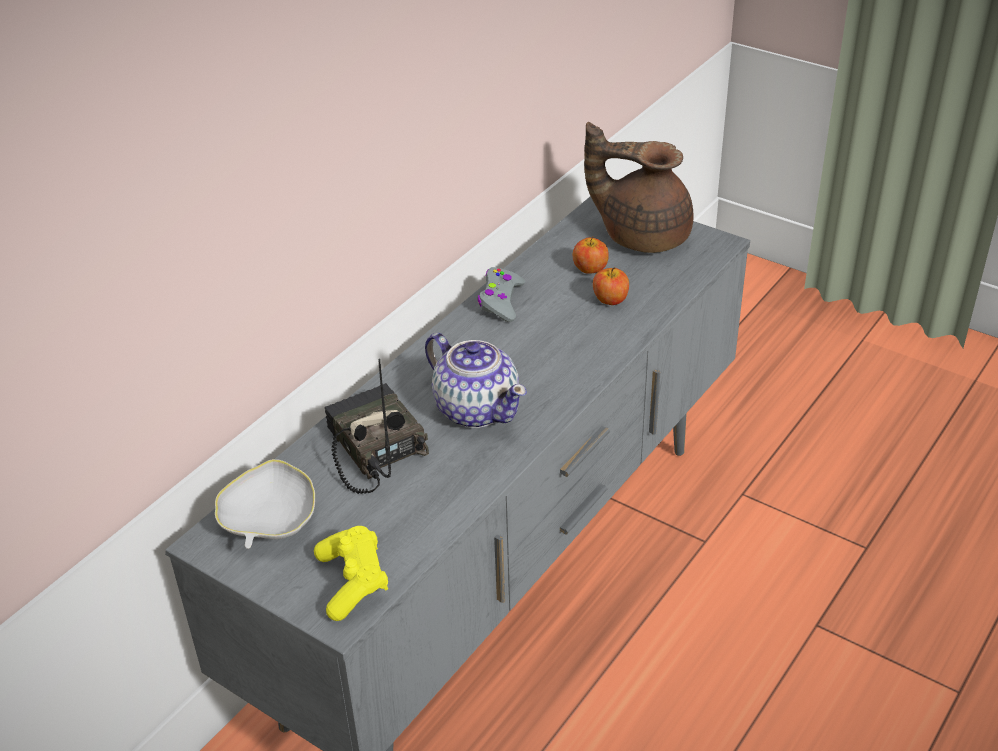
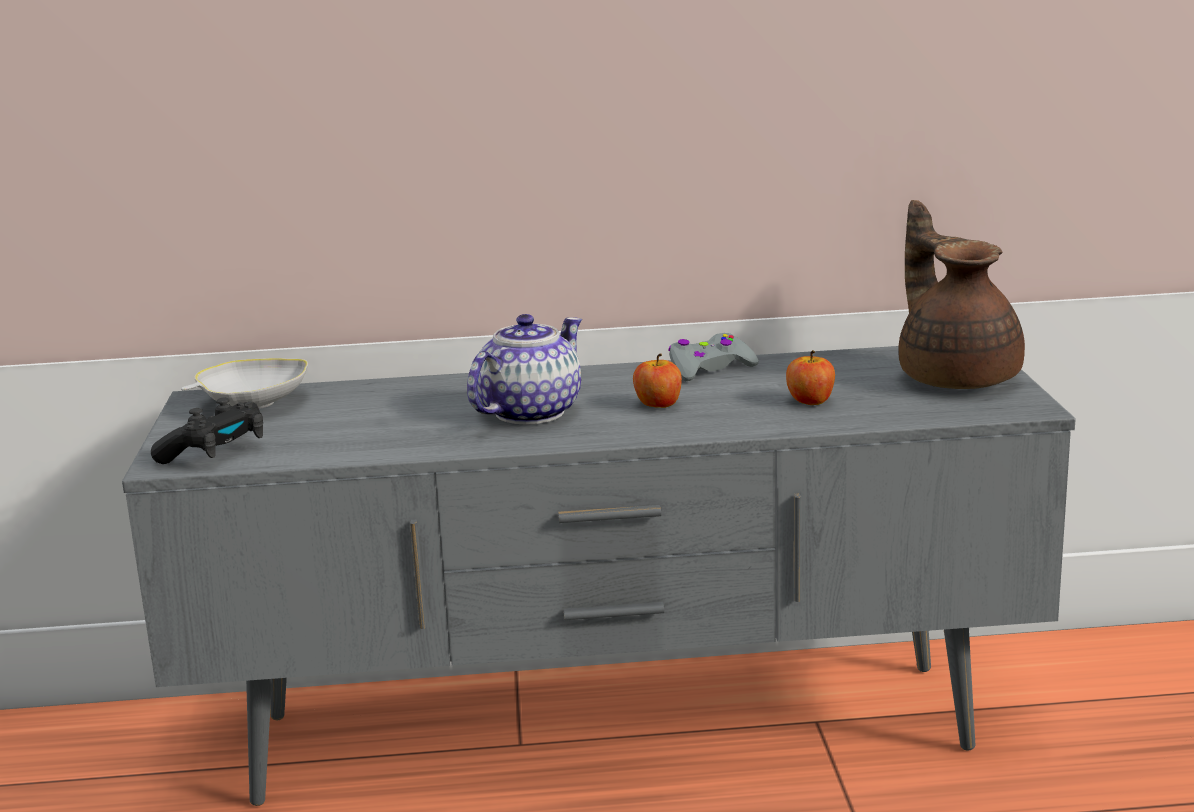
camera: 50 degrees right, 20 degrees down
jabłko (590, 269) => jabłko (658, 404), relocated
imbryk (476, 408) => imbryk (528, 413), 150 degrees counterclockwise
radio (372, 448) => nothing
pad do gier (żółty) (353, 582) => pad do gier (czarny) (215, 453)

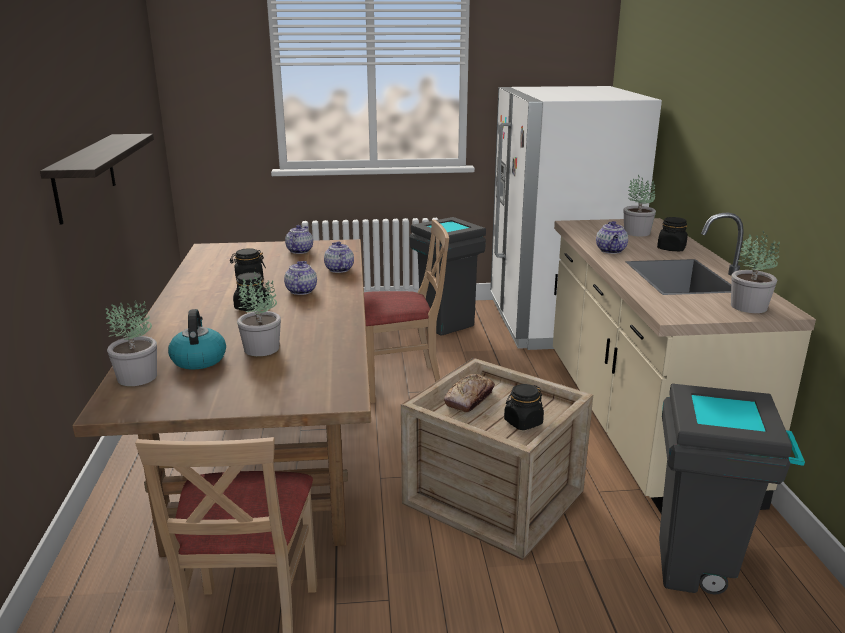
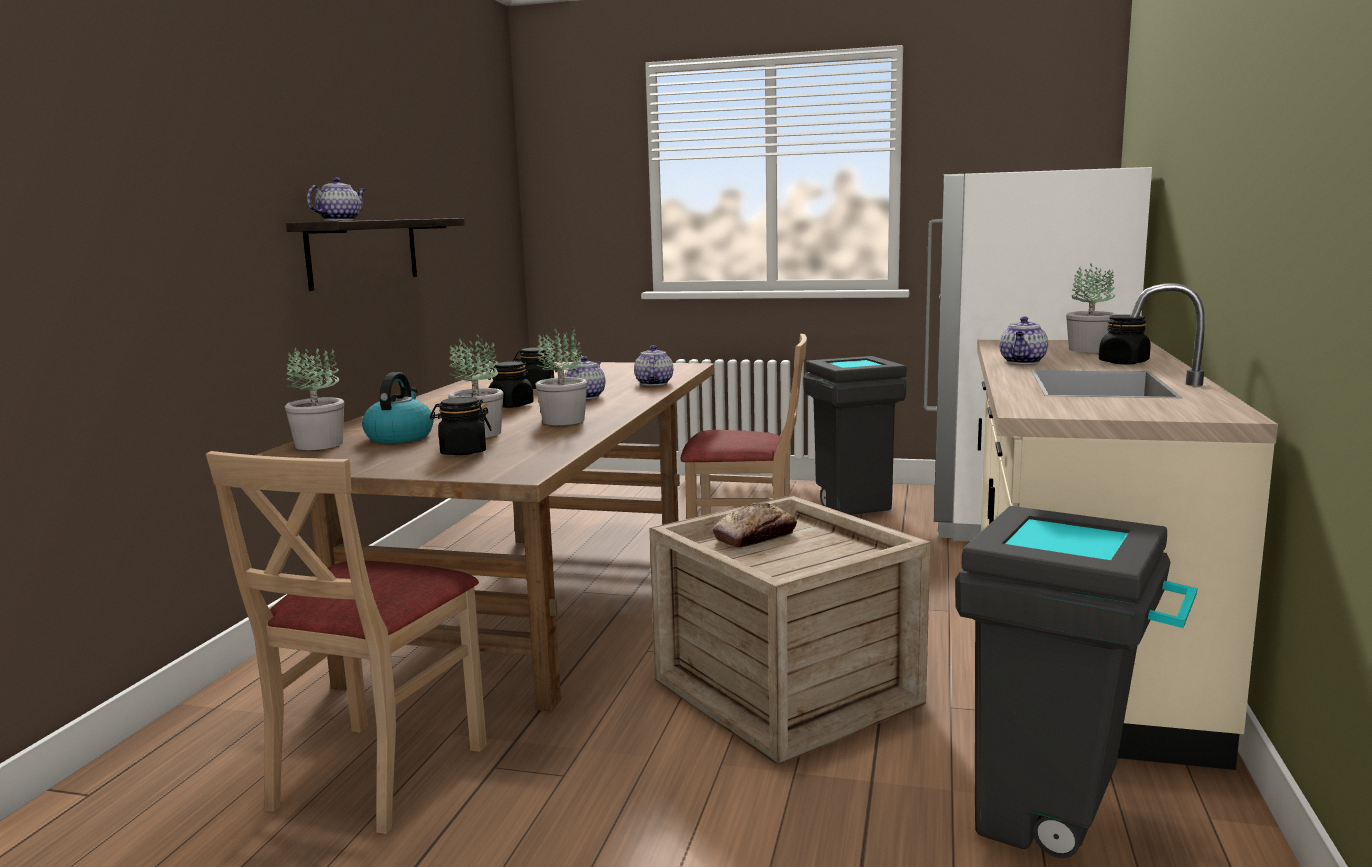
camera: 20 degrees right, 10 degrees down
imbryk (299, 251) => imbryk (340, 220), relocated
roślina doniczkowa (748, 306) => roślina doniczkowa (563, 420), relocated
słoik (czarny) (523, 422) => słoik (czarny) (463, 452), relocated

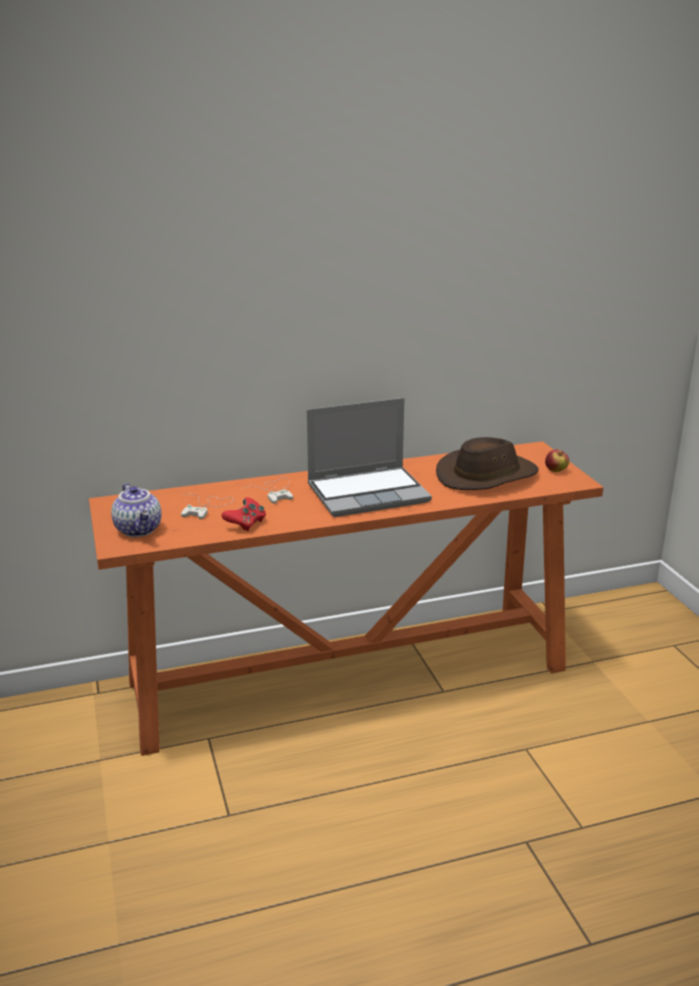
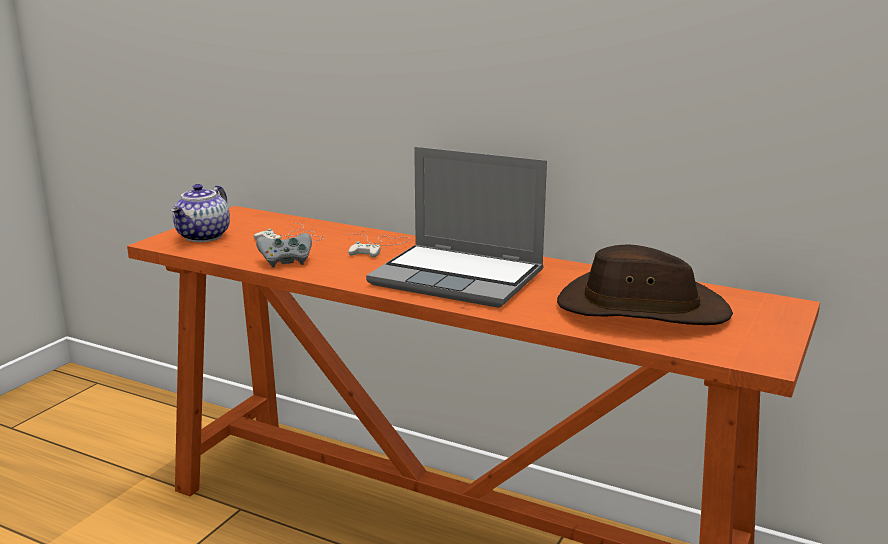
camera: 45 degrees right, 5 degrees down
jabłko (556, 471) => nothing
pad do gier (czerwony) (246, 524) => pad do gier (szary) (286, 262)

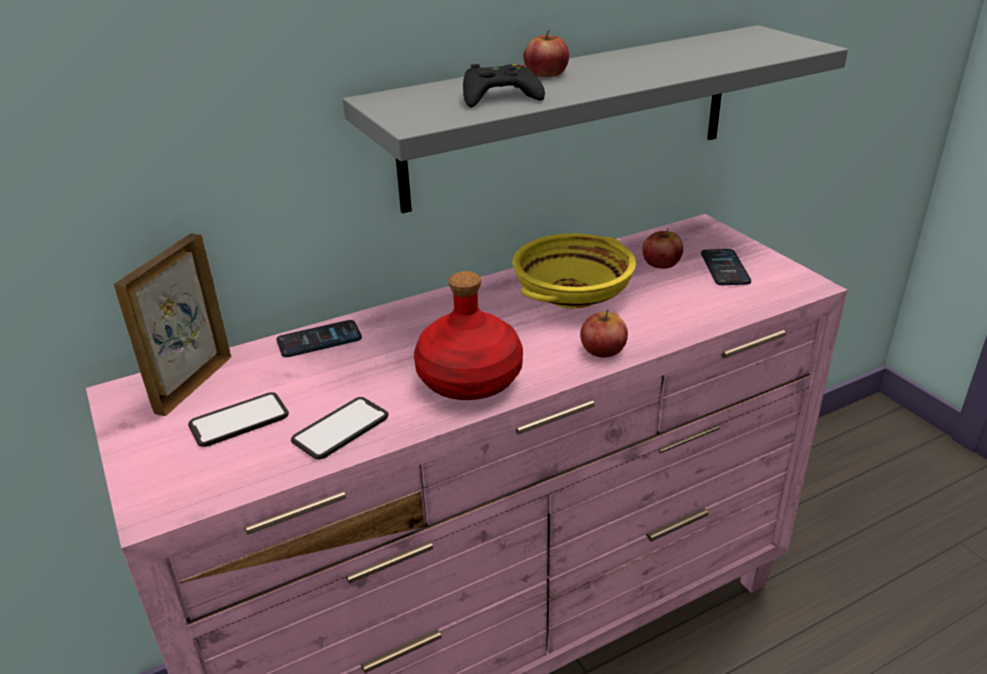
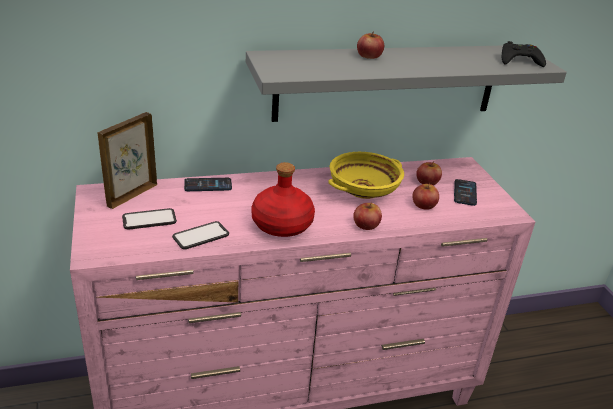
camera: 10 degrees right, 0 degrees up
pad do gier (czarny) (499, 96) => pad do gier (czarny) (519, 60), relocated
nothing => jabłko (424, 204)

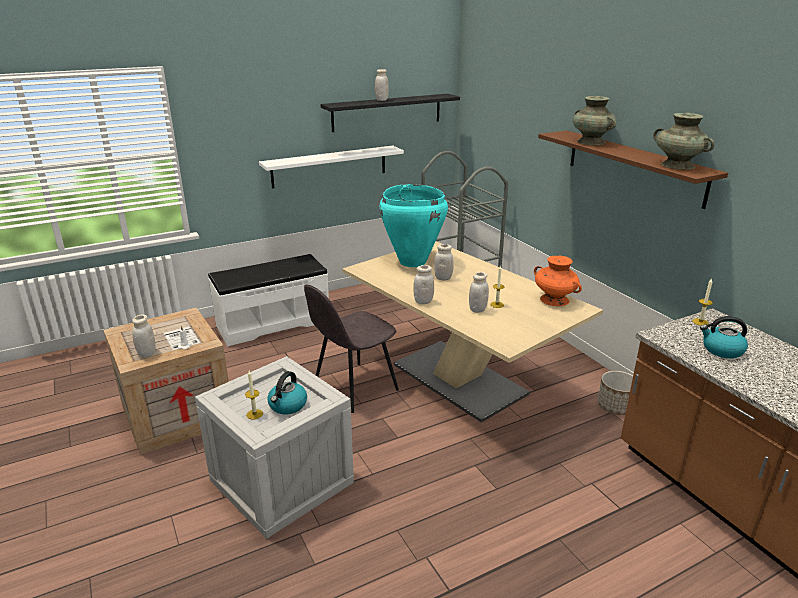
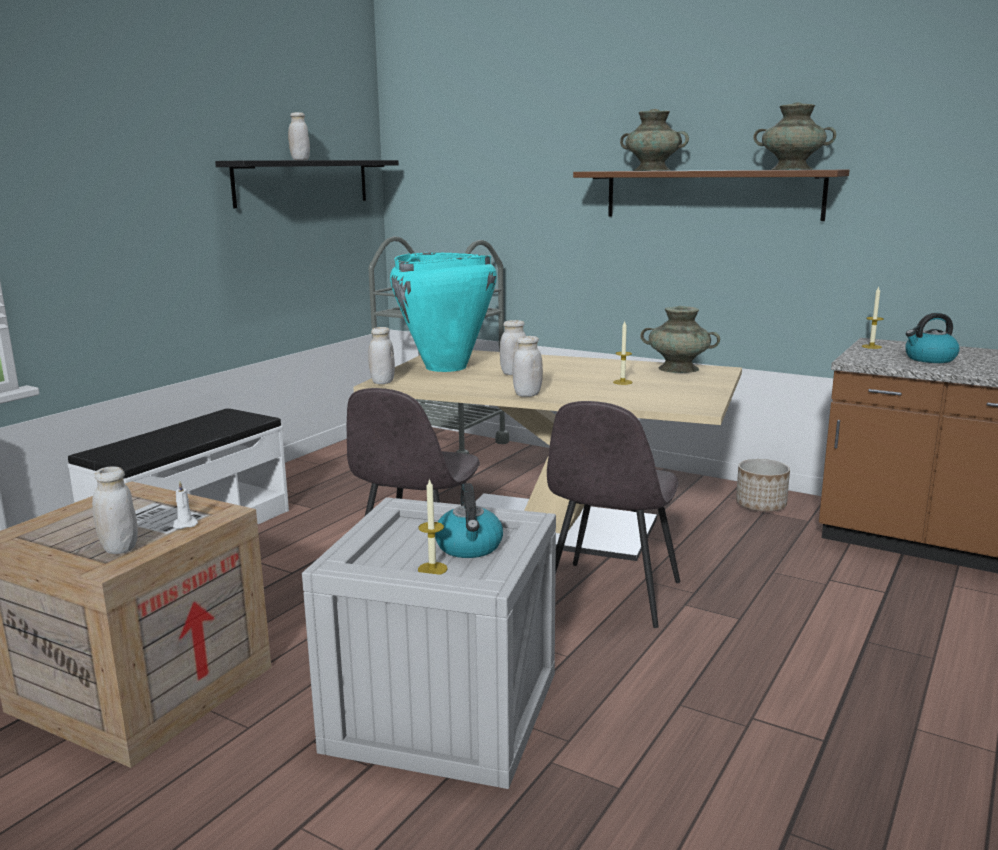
camera: 30 degrees left, 10 degrees down
półka (biały) (329, 166) => nothing
wazon (pomarańczowy) (554, 300) => wazon (turkusowy) (678, 368)
słoik (biały) (477, 309) => słoik (biały) (382, 382), relocated
nothing => krzesło (szary) (610, 596)

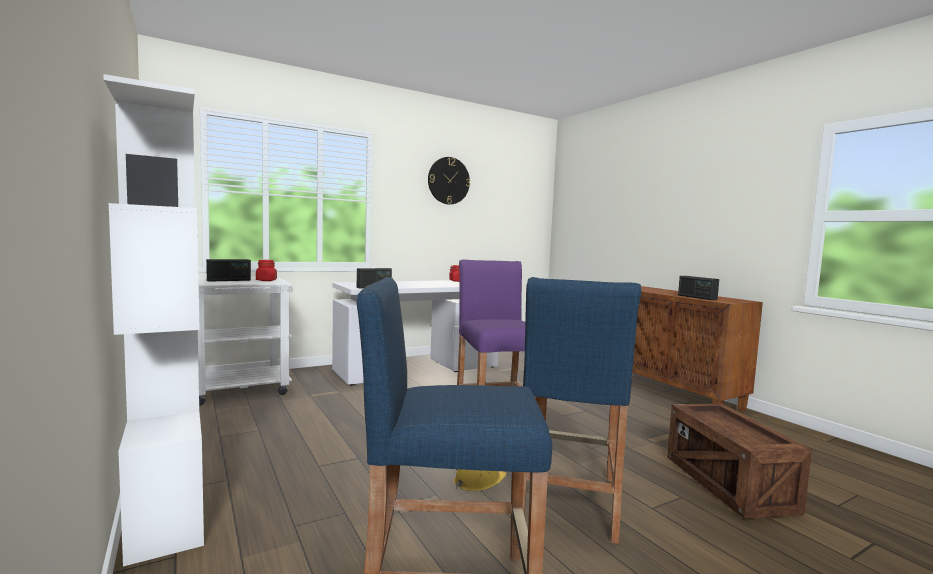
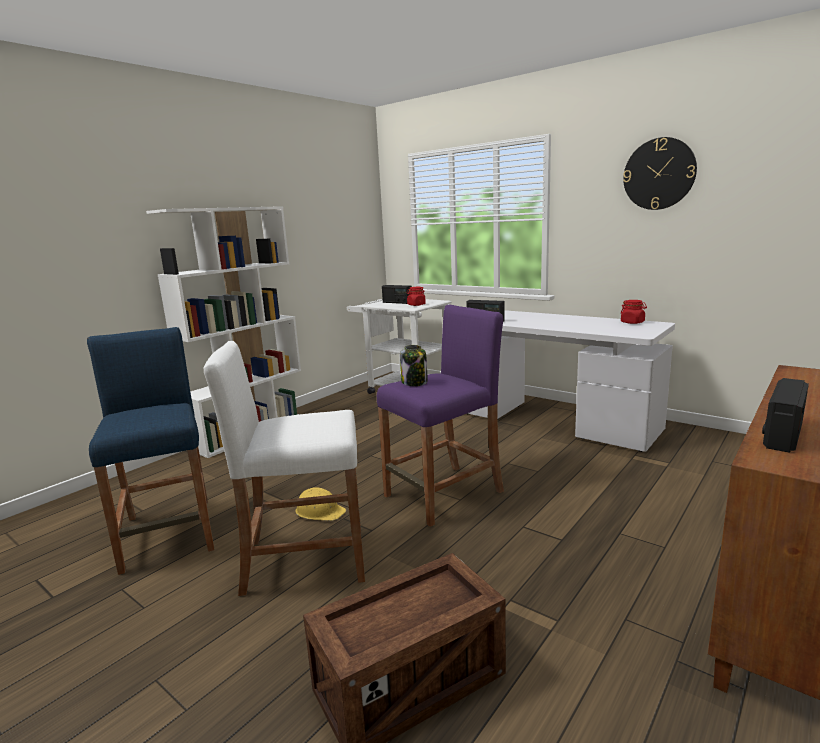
camera: 70 degrees right, 10 degrees up
stołek (niebieski) (567, 500) => stołek (biały) (305, 559)
nothing => słoik (414, 382)

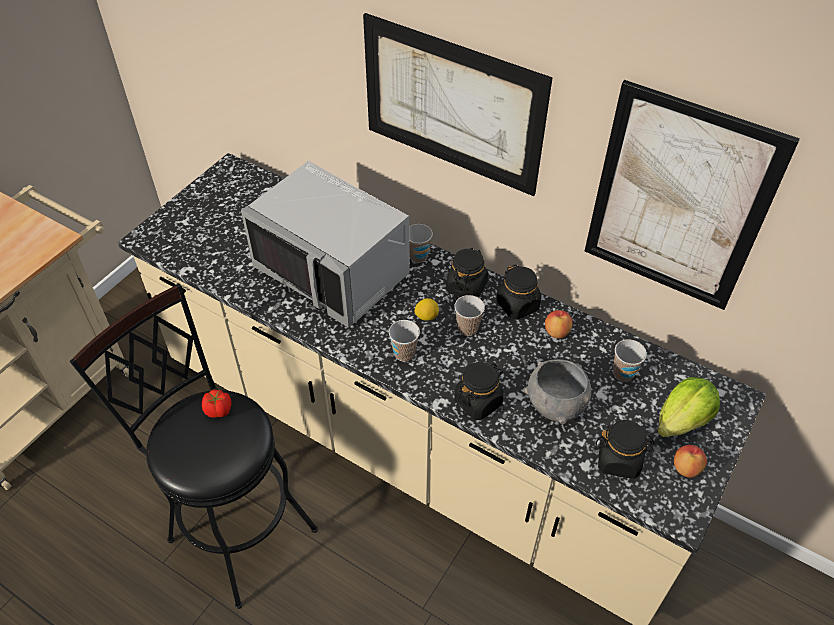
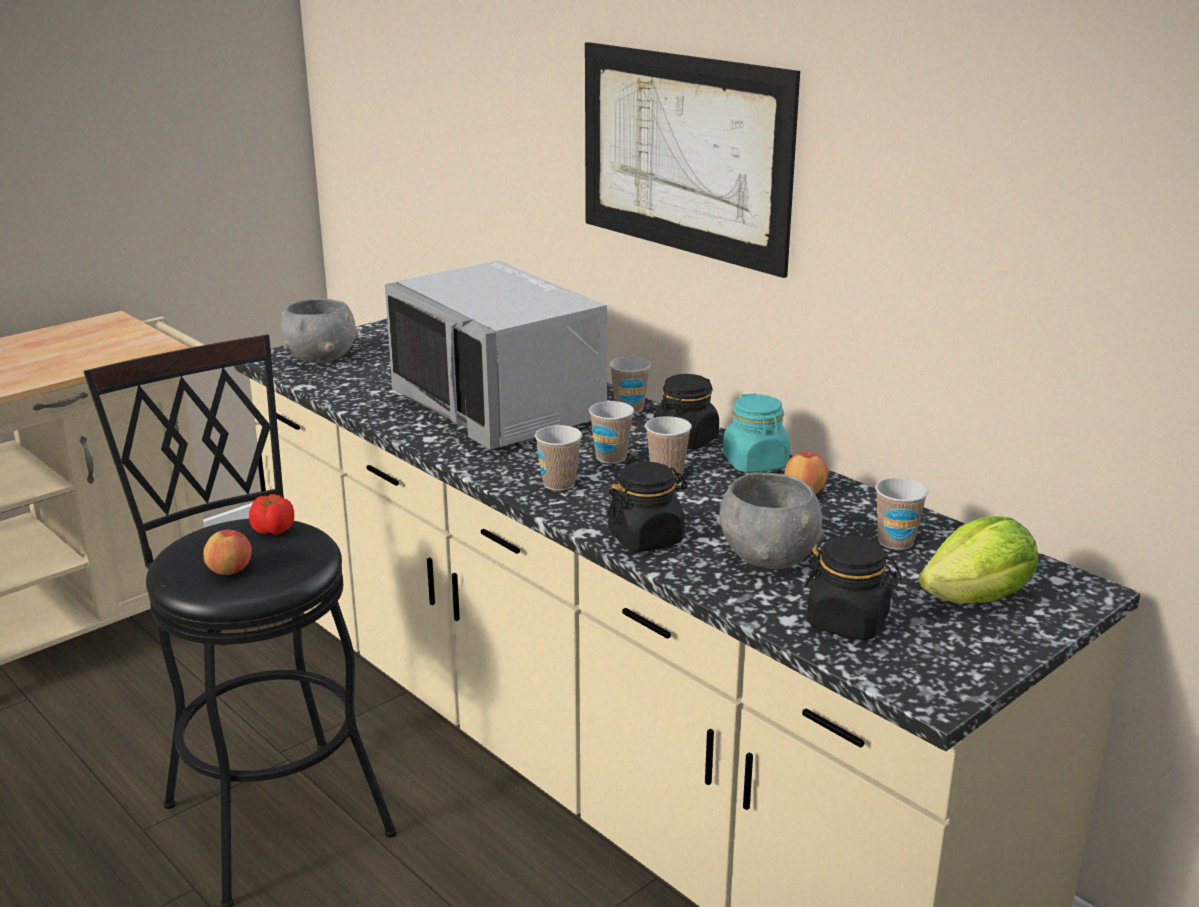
camera: 15 degrees right, 25 degrees down
obraz (678, 201) => nothing
słoik (czarny) (518, 305) => słoik (turkusowy) (755, 463)
cytryna (426, 316) => filiżanka (611, 457)
jabłko (686, 468) => jabłko (230, 571), relocated
nothing => miska (szary) (321, 358)

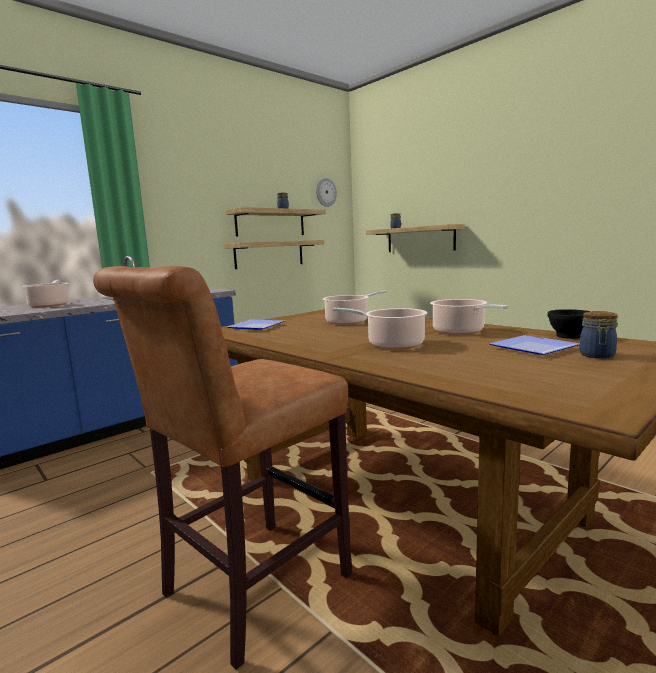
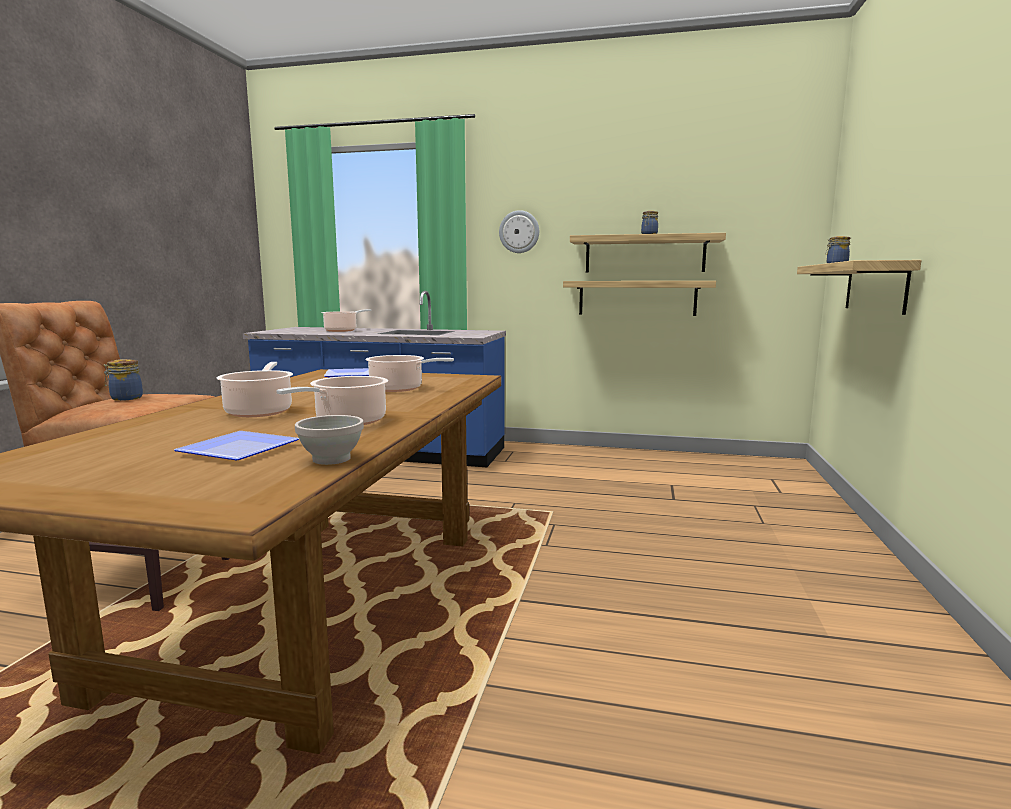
camera: 55 degrees right, 0 degrees up
zegar ścienny (325, 192) => zegar ścienny (519, 232), relocated
miska (czarny) (569, 336) => miska (biały) (332, 459)
słoik (597, 355) => słoik (125, 398), relocated

